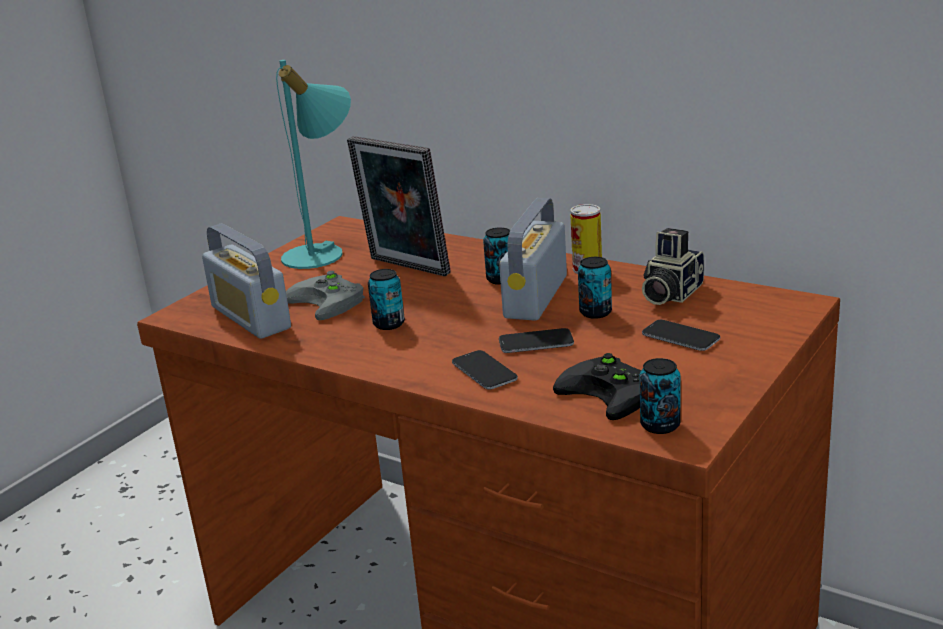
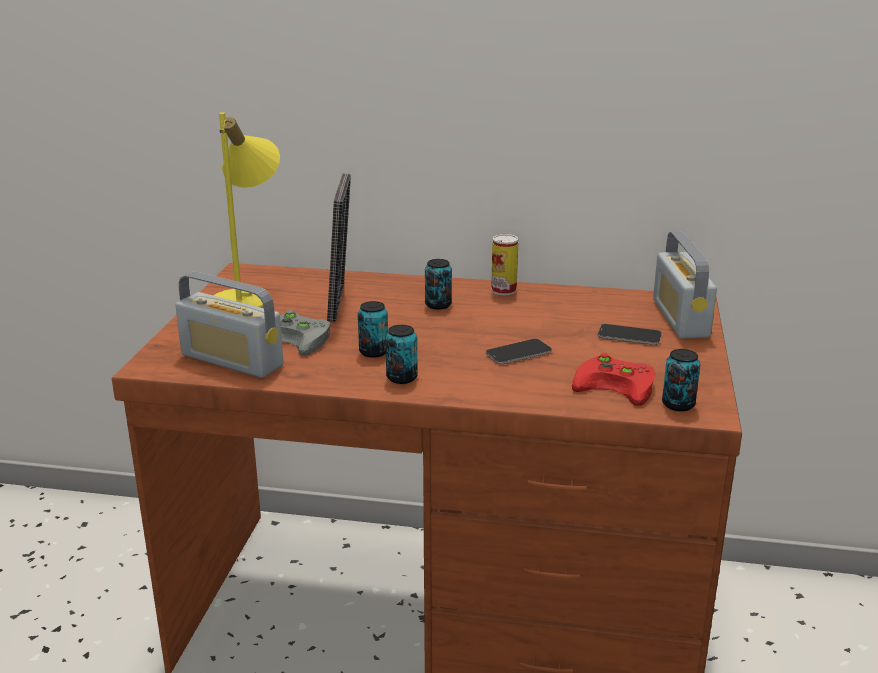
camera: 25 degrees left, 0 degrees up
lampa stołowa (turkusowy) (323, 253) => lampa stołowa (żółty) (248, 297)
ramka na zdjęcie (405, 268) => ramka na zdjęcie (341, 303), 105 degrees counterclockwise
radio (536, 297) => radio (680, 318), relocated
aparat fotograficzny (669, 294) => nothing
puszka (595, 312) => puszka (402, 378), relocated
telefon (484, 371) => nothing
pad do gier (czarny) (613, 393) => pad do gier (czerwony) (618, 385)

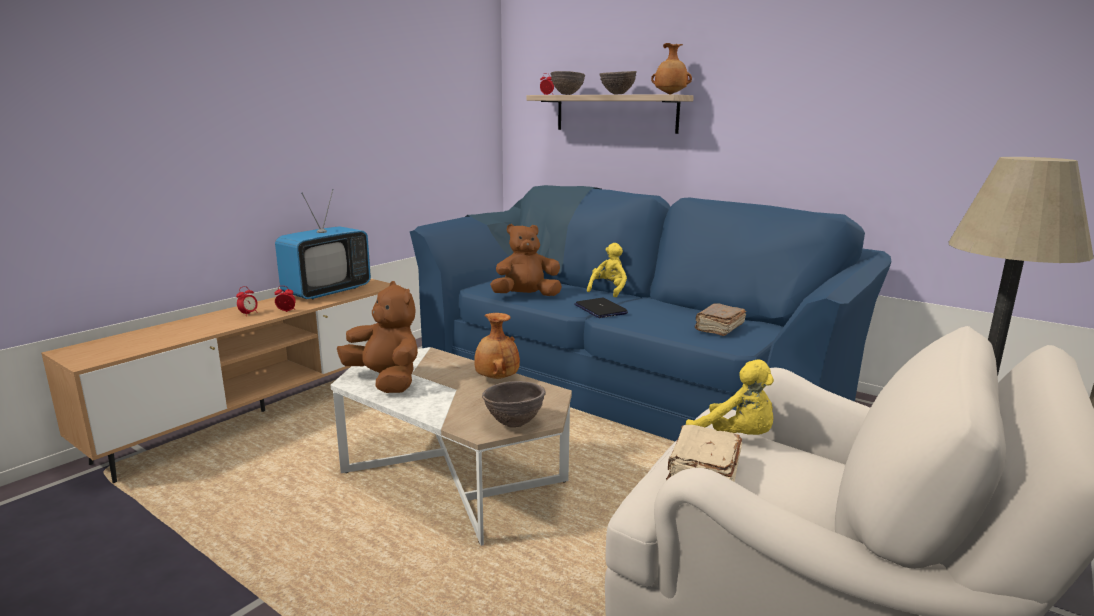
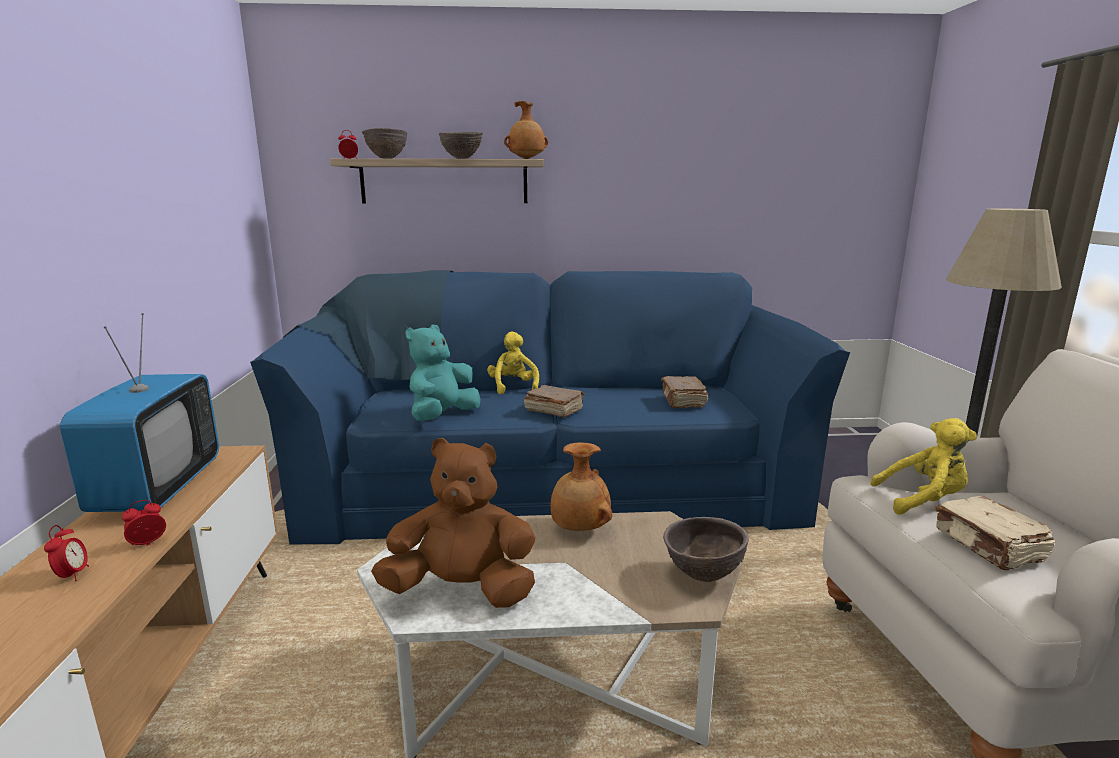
camera: 40 degrees left, 0 degrees up
pluszak (brązowy) (526, 296) => pluszak (turkusowy) (442, 416)
laptop (600, 309) => książka (brązowy) (553, 410)

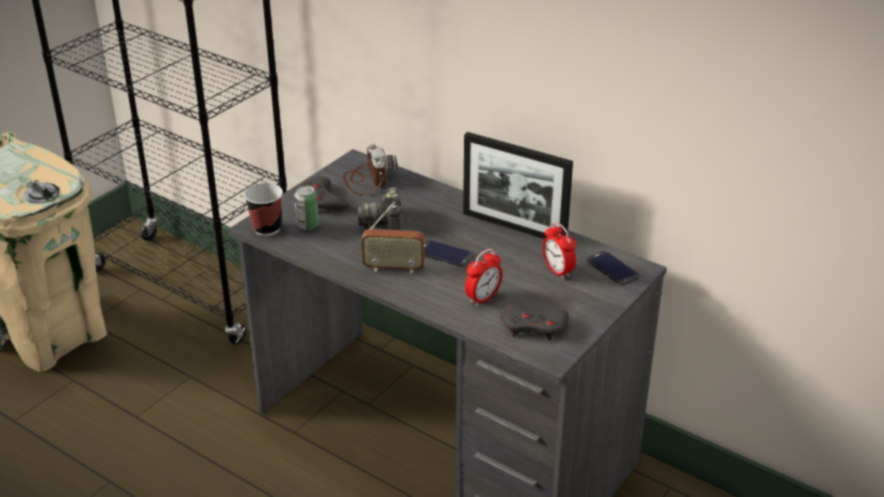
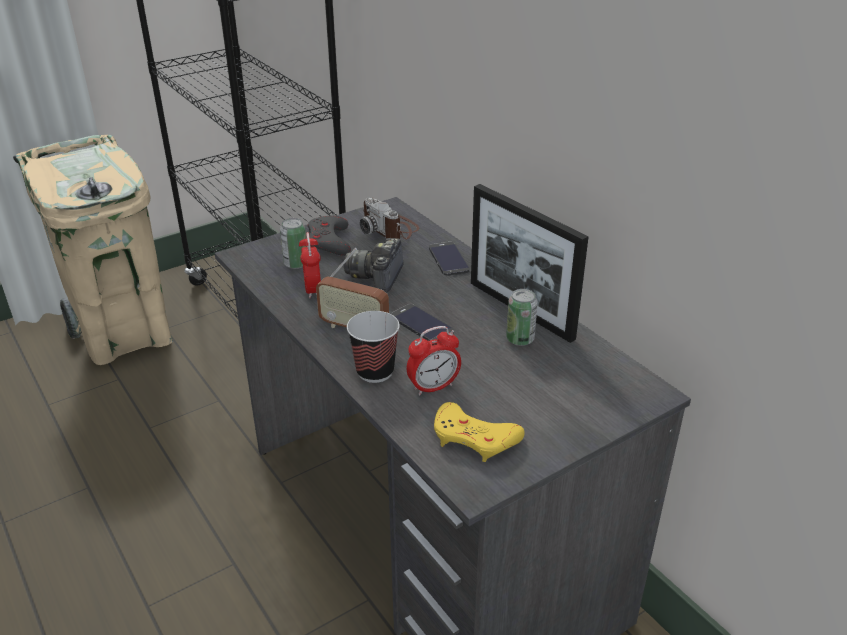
camera: 20 degrees right, 0 degrees up
aparat fotograficzny (367, 179) => aparat fotograficzny (390, 229), 135 degrees clockwise
filiżanka (267, 228) => filiżanka (375, 371), relocated
budzik (557, 271) => budzik (313, 290), relocated
telefon (612, 268) => telefon (448, 259), relocated
pad do gier (szary) (533, 326) => pad do gier (żółty) (474, 438)
nothing => puszka (520, 339)

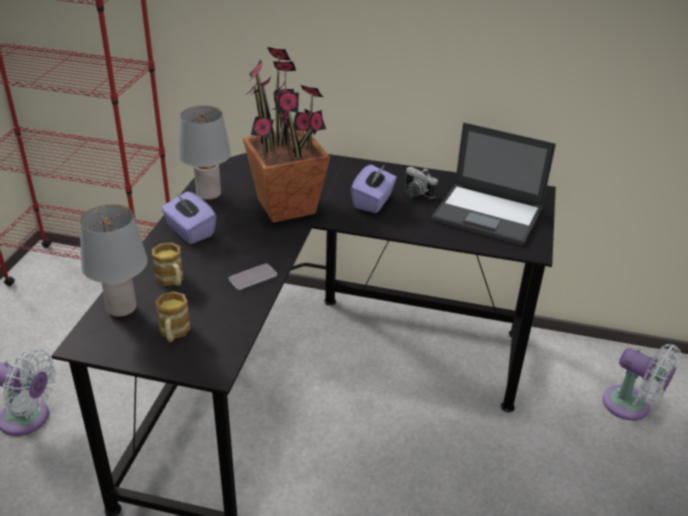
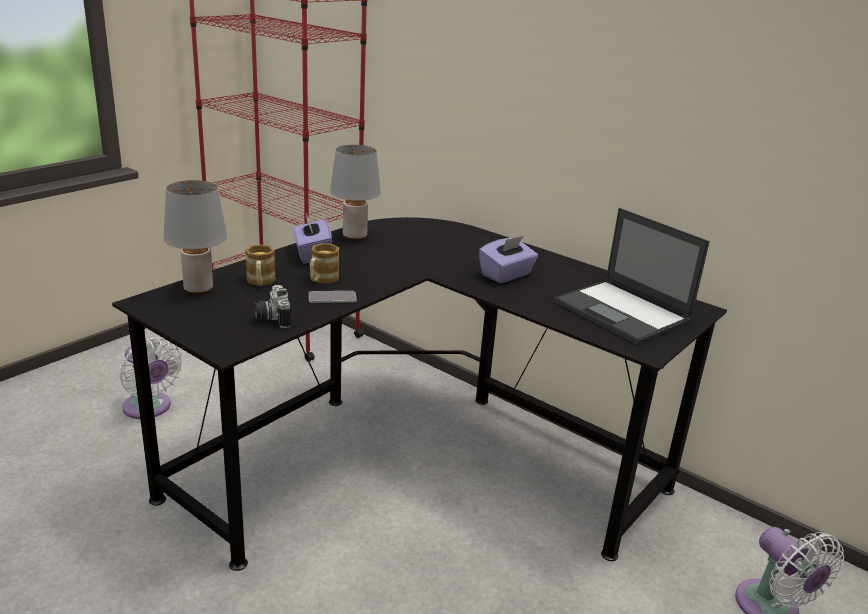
camera: 25 degrees right, 10 degrees down
roślina doniczkowa (287, 207) => nothing
aparat fotograficzny (415, 193) => aparat fotograficzny (271, 318), relocated
kubek (173, 333) => kubek (322, 280), relocated

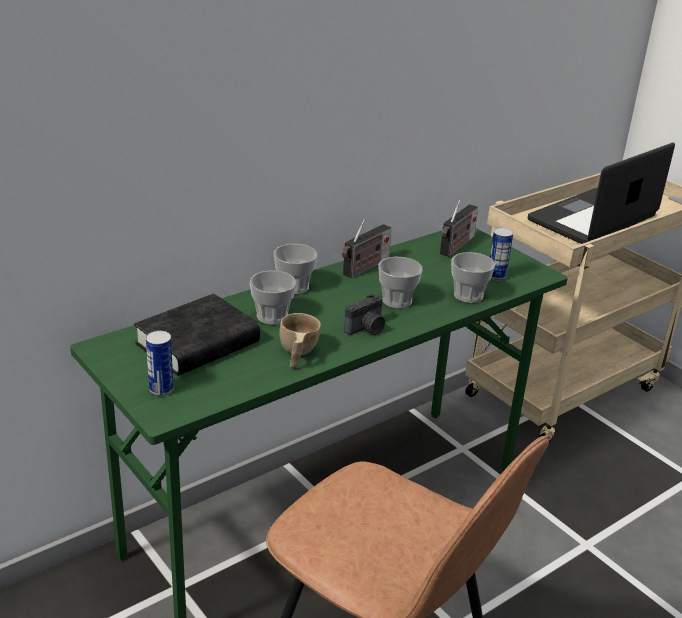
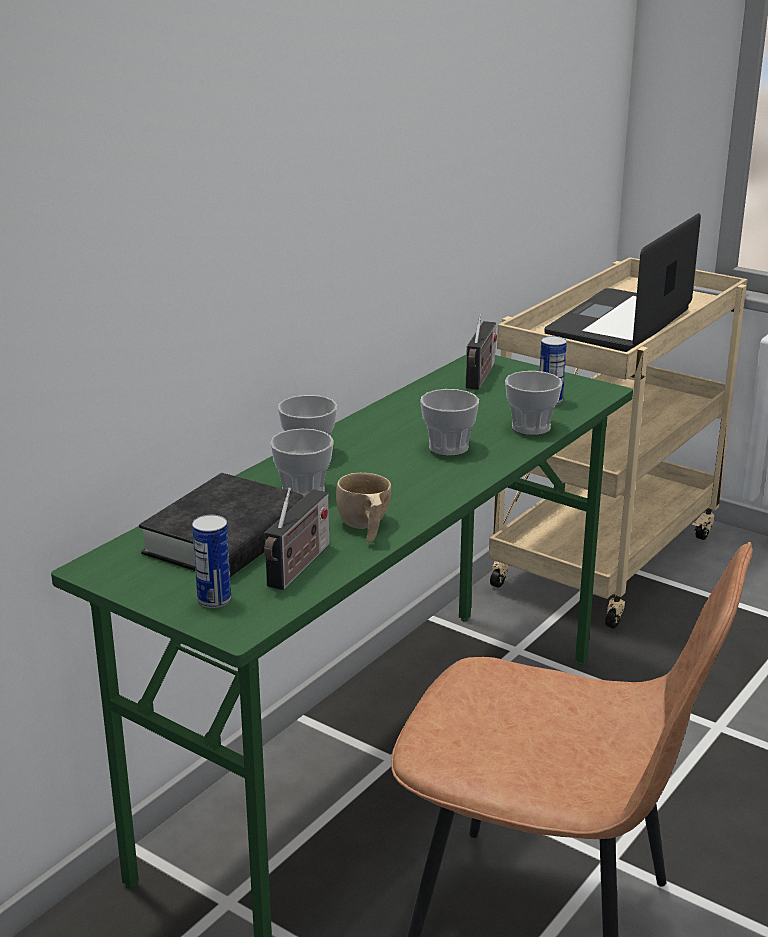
camera: 15 degrees left, 5 degrees down
radio (364, 268) => radio (298, 567), relocated
aparat fotograficzny (367, 329) => nothing

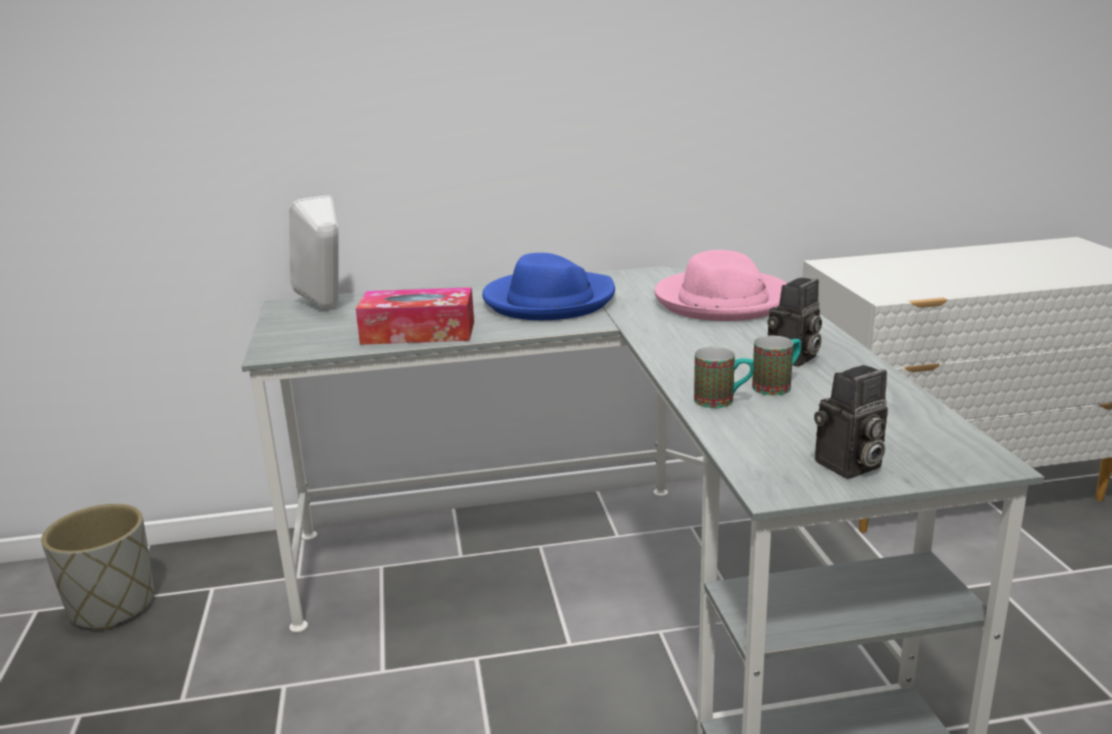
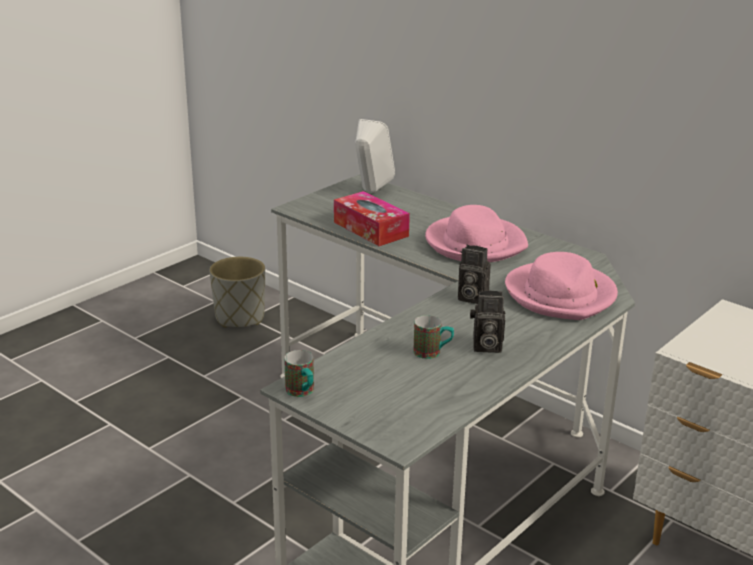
camera: 50 degrees right, 5 degrees up
kapelusz (niebieski) (549, 301) => kapelusz (różowy) (475, 243)
kubek (723, 401) => kubek (302, 392), relocated
aparat fotograficzny (848, 466) => aparat fotograficzny (470, 297), relocated

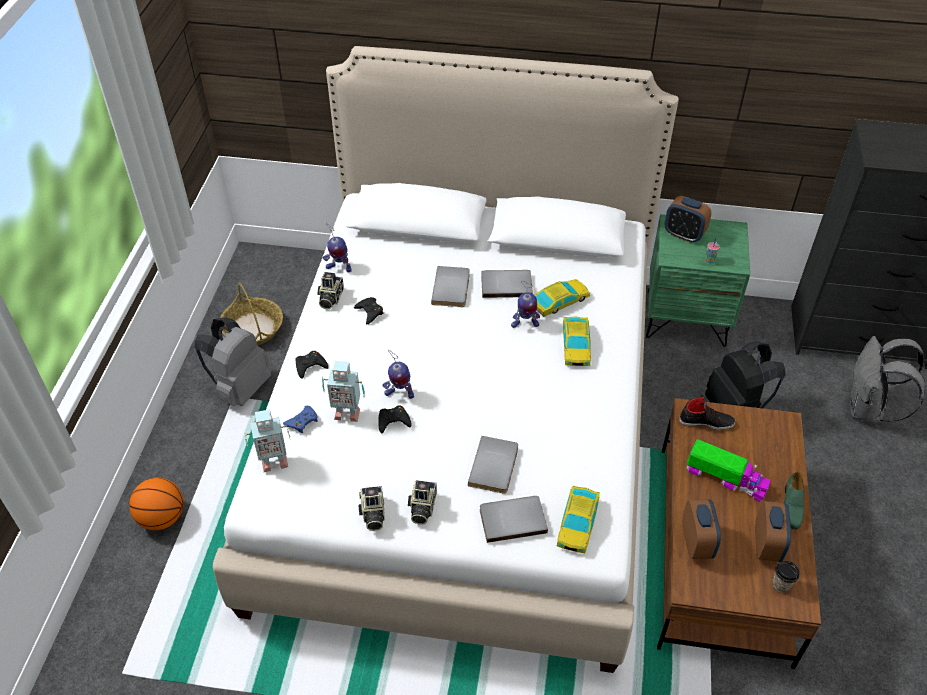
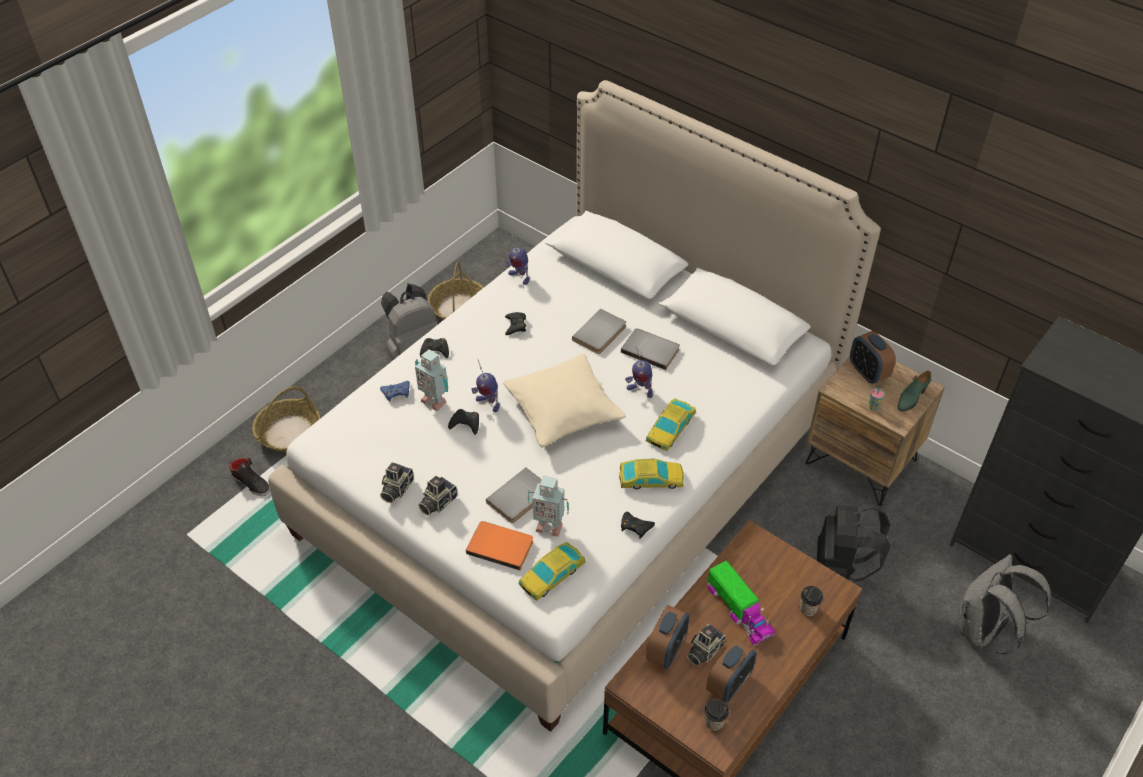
camera: 30 degrees right, 0 degrees up
szafka nocna (zielony) (686, 317) => szafka nocna (brązowy) (861, 461)
aparat fotograficzny (330, 298) => aparat fotograficzny (703, 650), relocated
samochodzik (560, 301) => samochodzik (651, 479), relocated
but (czarny) (706, 421) => but (czarny) (252, 483), relocated
robot zabawkowy (273, 461) => robot zabawkowy (548, 526), relocated
but (zielony) (792, 506) => but (zielony) (911, 397), relocated
piłka do koszykówki (162, 518) => koszyk (288, 432)
książka (szary) (512, 518) => książka (pomarańczowy) (501, 545)
nothing => poduszka (beżowy) (563, 410)
nothing => pad do gier (czarny) (635, 526)
nothing => filiżanka (808, 609)

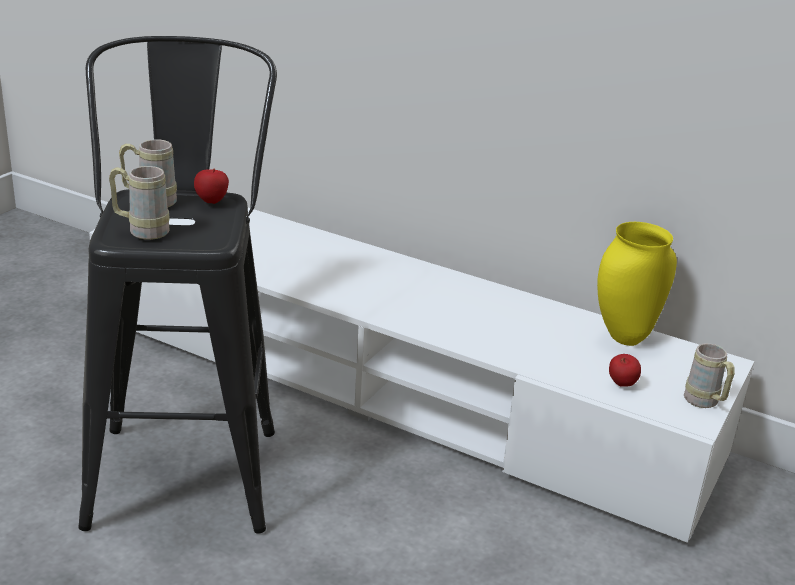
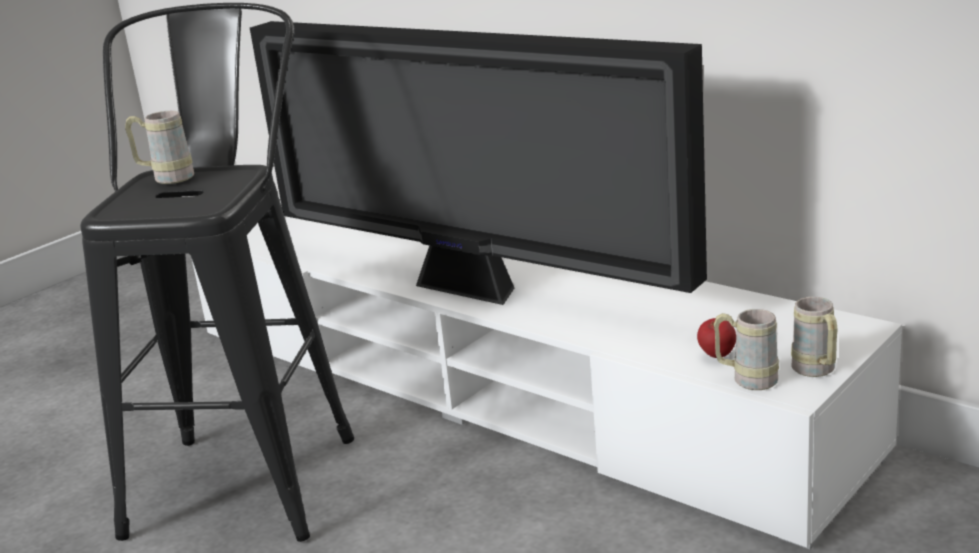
camera: 15 degrees right, 5 degrees down
kubek (beżowy) (141, 231) => kubek (beżowy) (746, 380), relocated
jabłko (212, 202) => nothing
wazon (żółty) (625, 338) => nothing
nothing => telewizor (473, 290)

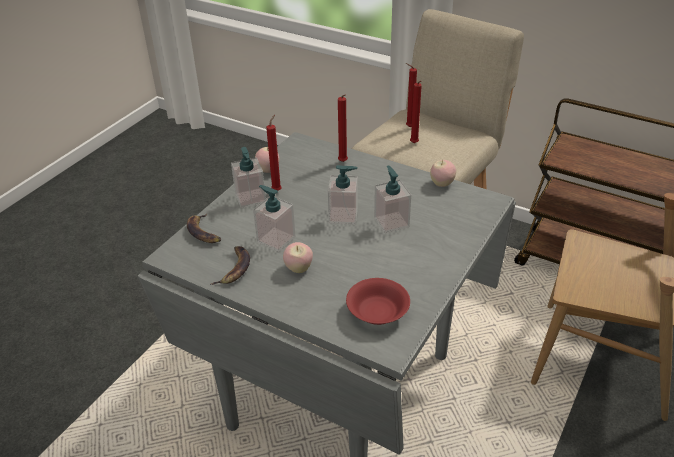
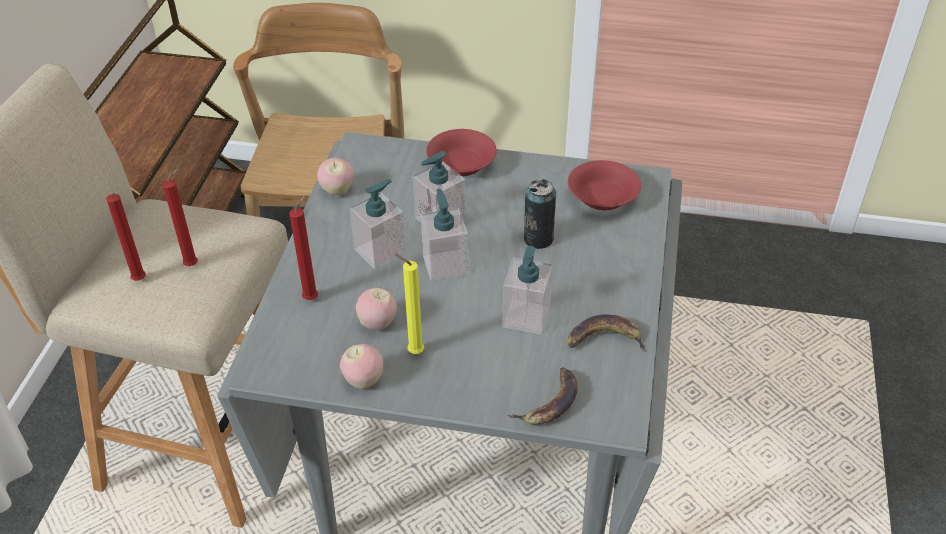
camera: 110 degrees left, 5 degrees up
świeca (czerwony) (277, 190) => świeca (żółty) (413, 352)
dozownik mydła (250, 198) => dozownik mydła (380, 251), relocated
jabłko (298, 269) => jabłko (377, 324), relocated
nothing => miska (czerwony) (460, 165)
nothing => puszka (538, 239)

